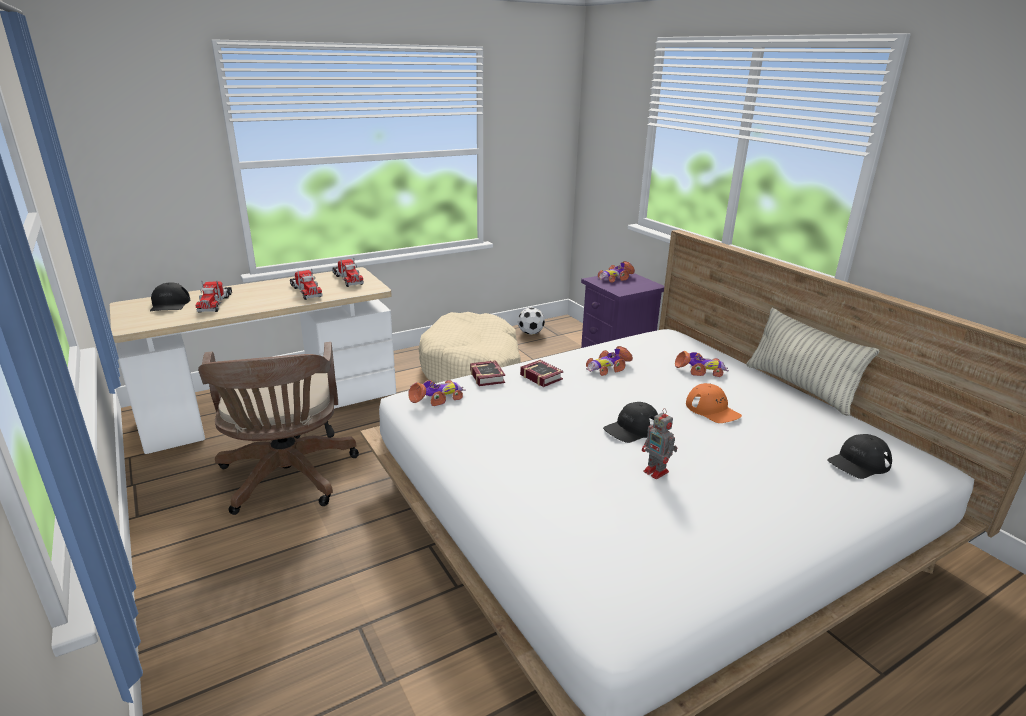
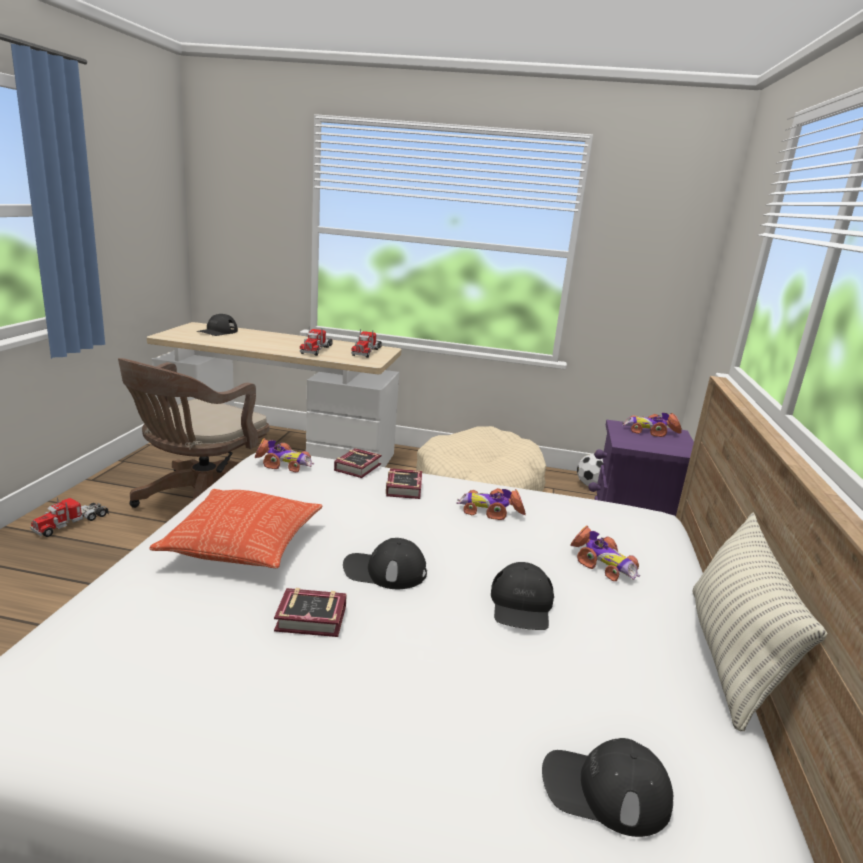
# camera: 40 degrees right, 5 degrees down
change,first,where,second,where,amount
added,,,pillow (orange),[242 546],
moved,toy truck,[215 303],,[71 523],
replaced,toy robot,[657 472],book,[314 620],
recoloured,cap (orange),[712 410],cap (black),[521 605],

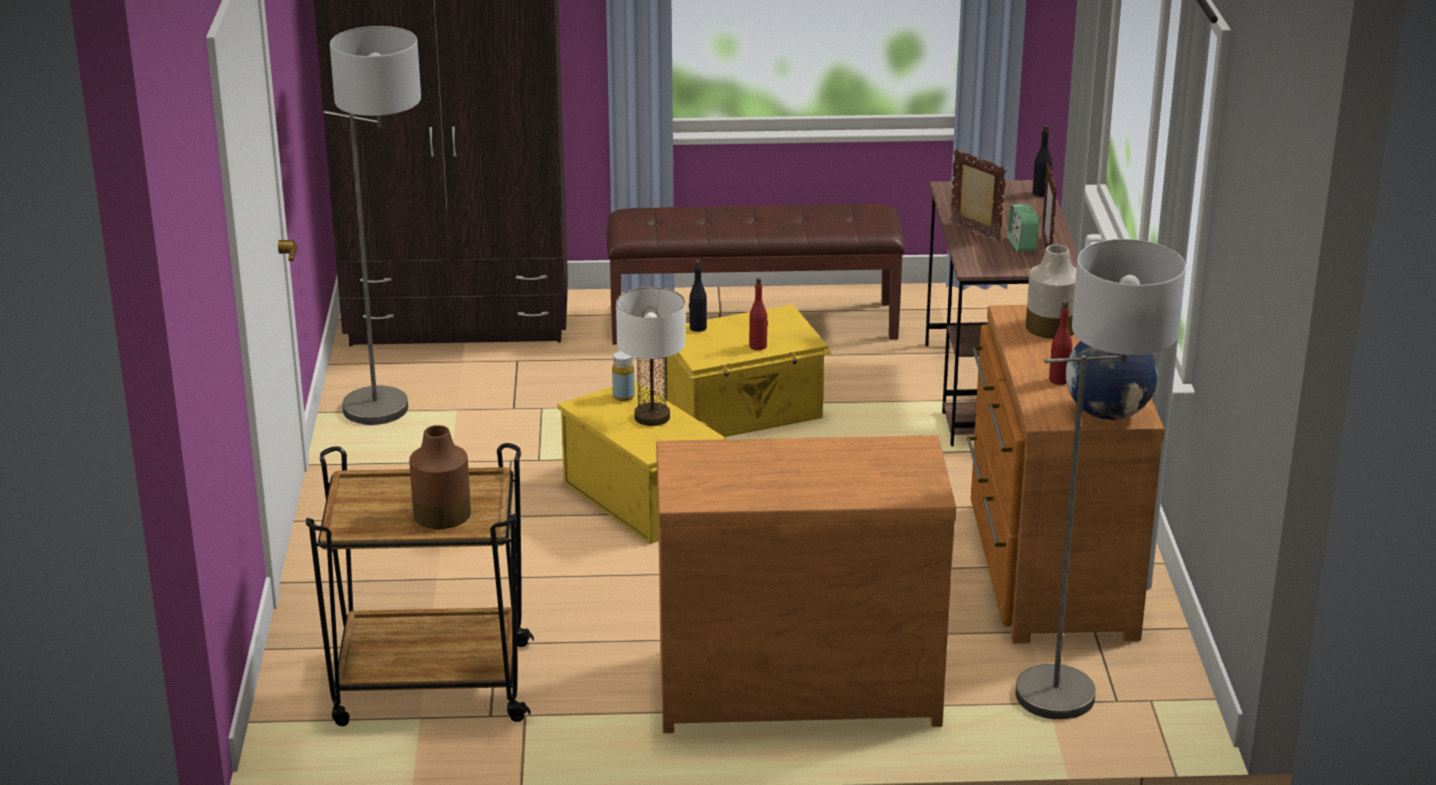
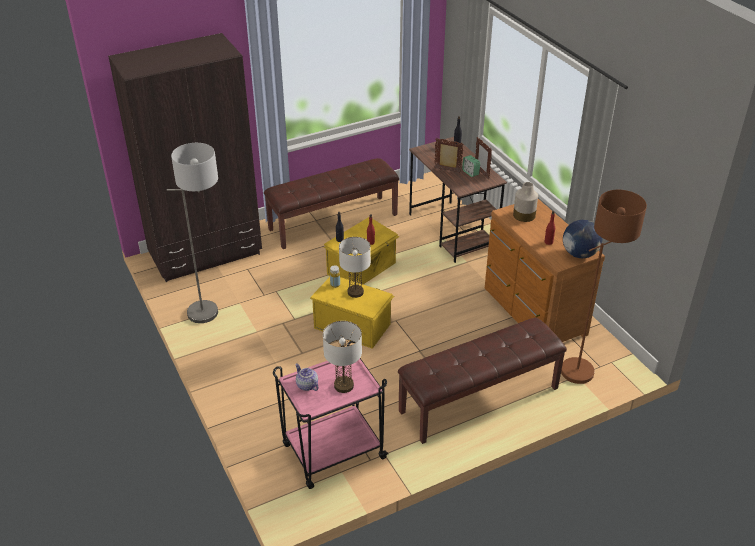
# camera: 25 degrees left, 10 degrees up
change,first,where,second,where,amount
added,,,teapot,[306 385],
replaced,vase (brown),[441 513],table lamp,[343 385],
replaced,dresser (brown),[795 684],bench (brown),[479 400],
recoloured,cart (brown),[429 683],cart (pink),[332 452],
recoloured,floor lamp (grey),[1078 694],floor lamp (brown),[584 368],

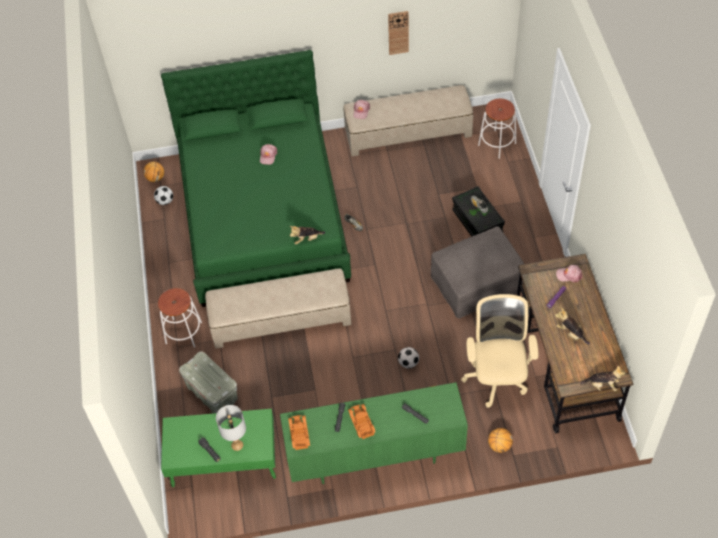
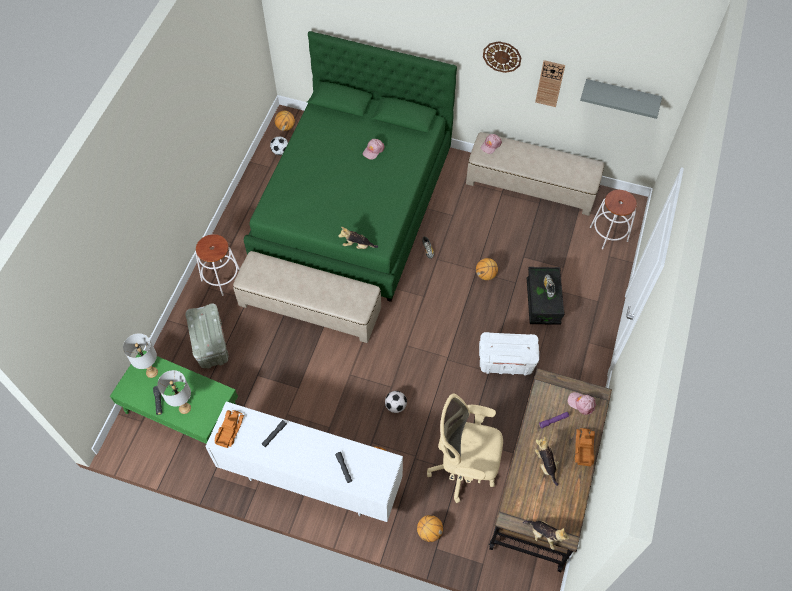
# camera: 25 degrees right, 5 degrees up
change,first,where,second,where,amount
added,,,table lamp (grey),[151 372],
added,,,basketball,[486 275],
added,,,wall clock,[502 56],
added,,,shelf (grey),[621 95],
moved,toy truck,[361 423],,[583 448],
replaced,ottoman (grey),[477 284],storage box (white),[505 362],
recoloured,dresser (green),[375 456],dresser (white),[311 479],
turned,office chair (beige),[497 382],,[465 467],105 degrees counterclockwise

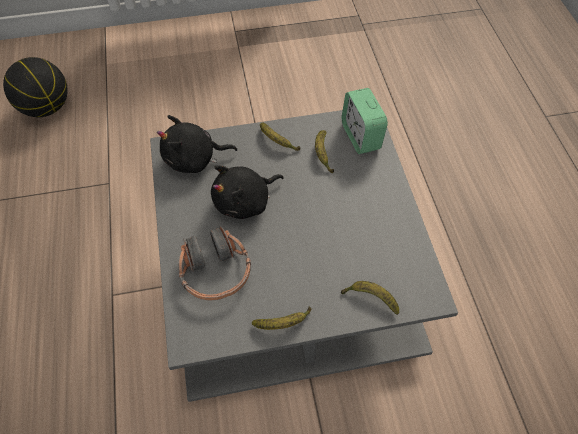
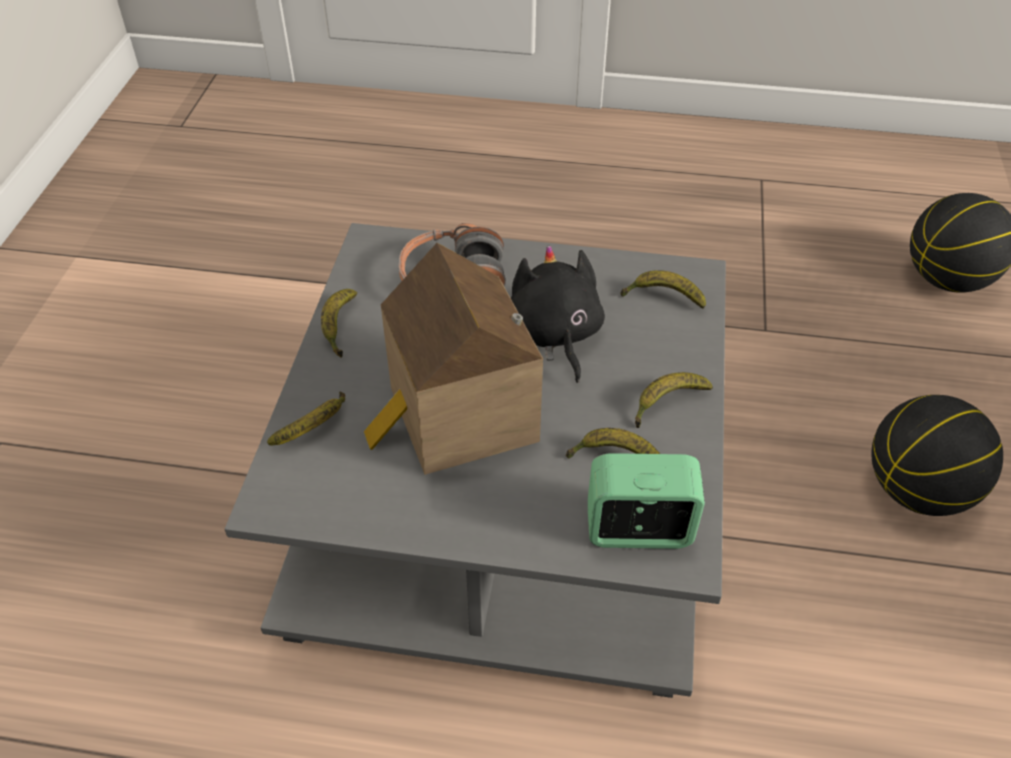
# camera: 110 degrees right, 10 degrees down
change,first,where,second,where,amount
added,,,toy house,[456 418],
added,,,basketball,[918 491],
replaced,plush toy (black),[194 159],banana,[663 297],

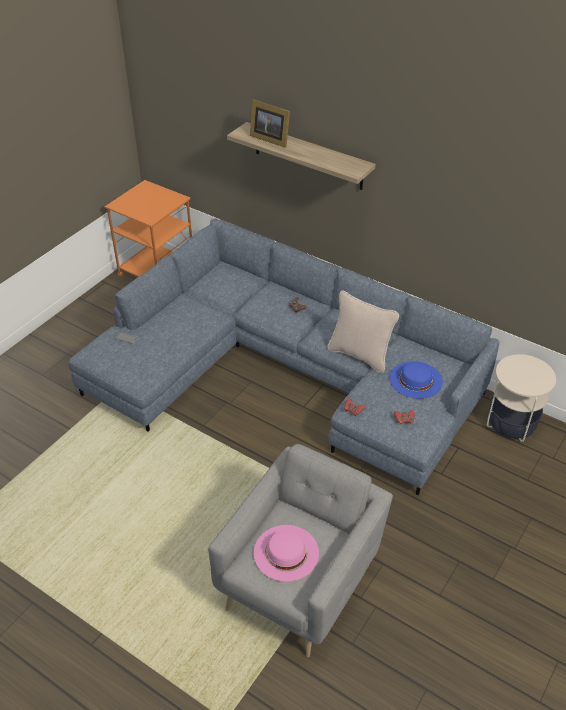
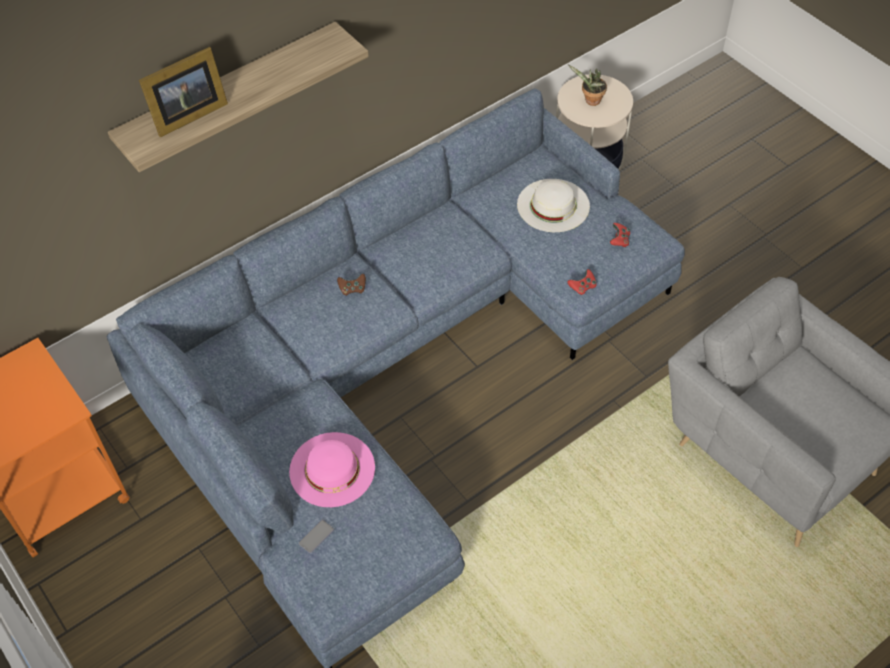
# camera: 70 degrees left, 10 degrees up
change,first,where,second,where,amount
removed,pillow (beige),[359 355],,,
added,,,potted plant,[590 101],
moved,hat (pink),[286 552],,[332 469],
recoloured,hat (blue),[416 379],hat (white),[553 205],

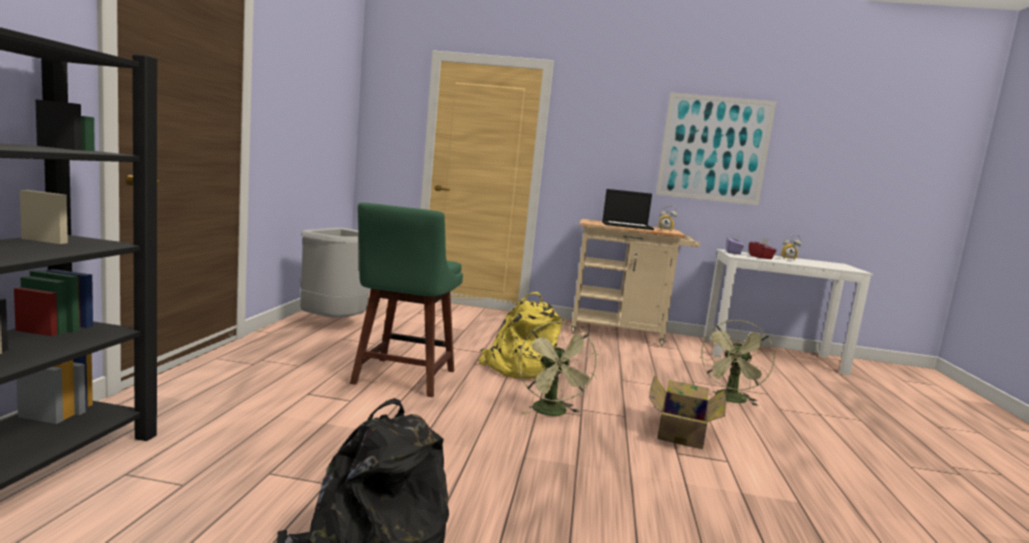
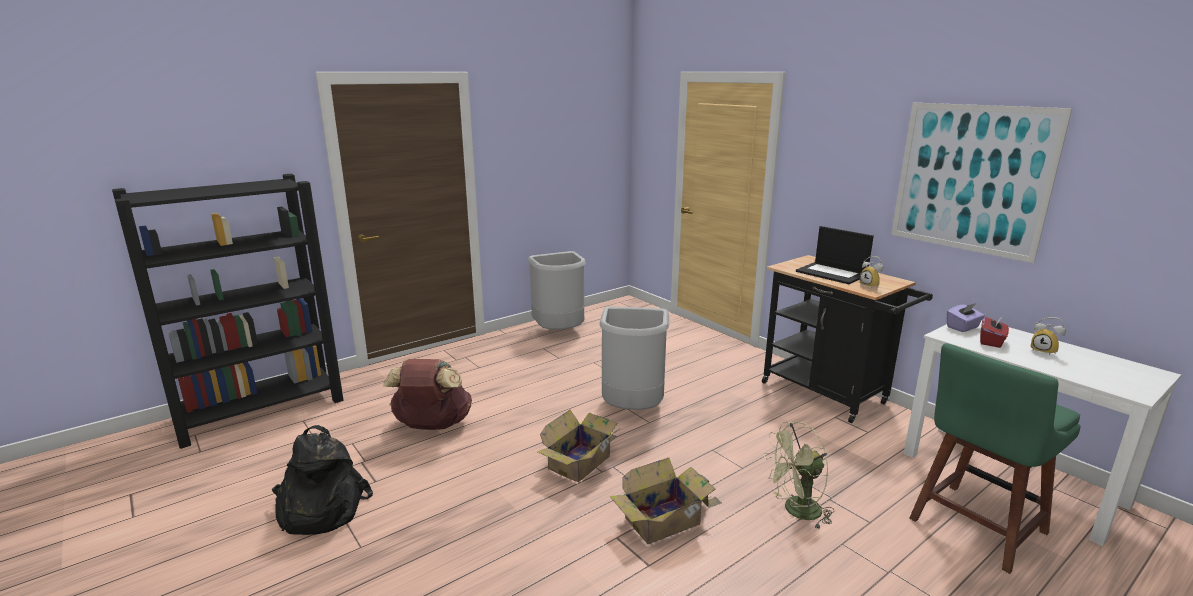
# camera: 45 degrees right, 10 degrees up
change,first,where,second,where,amount
added,,,backpack (brown),[432 426],
moved,stool (green),[402 378],,[974 527],
replaced,backpack (yellow),[518 368],trash can (grey),[632 410],
replaced,fan (green),[552 413],cardboard box,[581 461],
recoloured,cart (beige),[623 334],cart (black),[830 396],

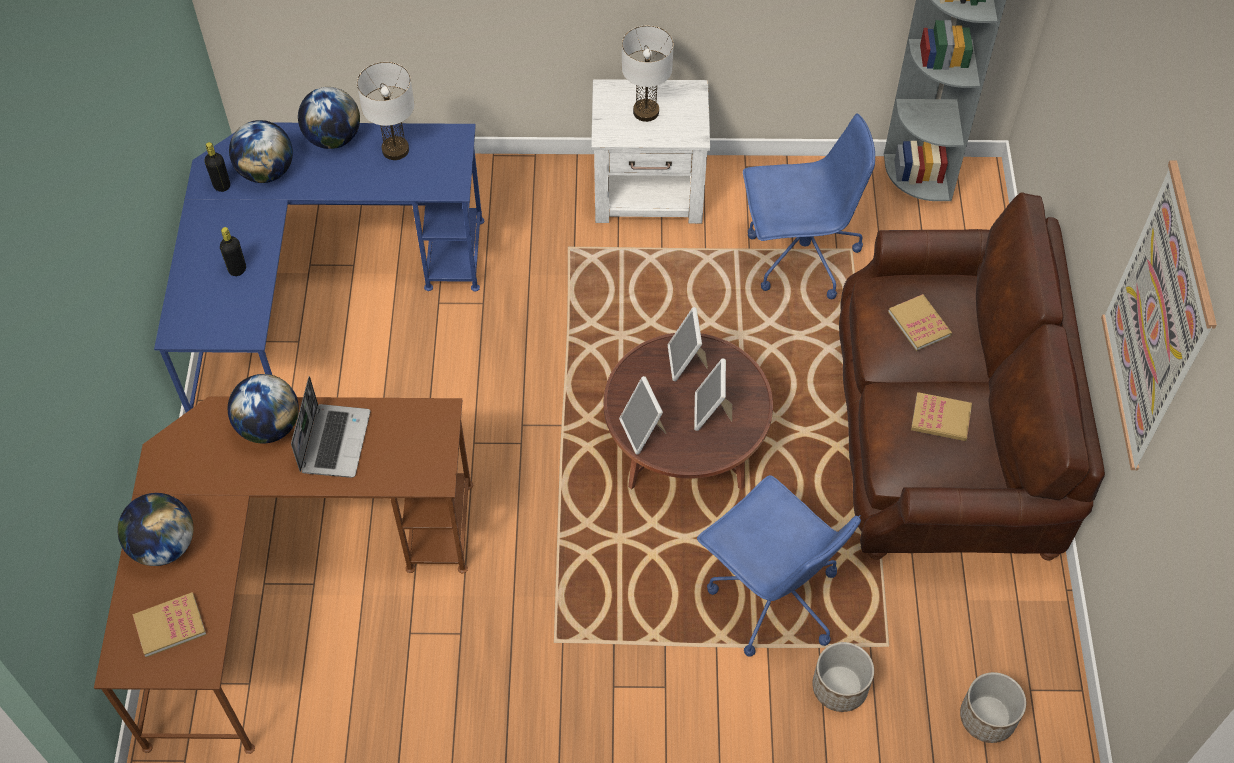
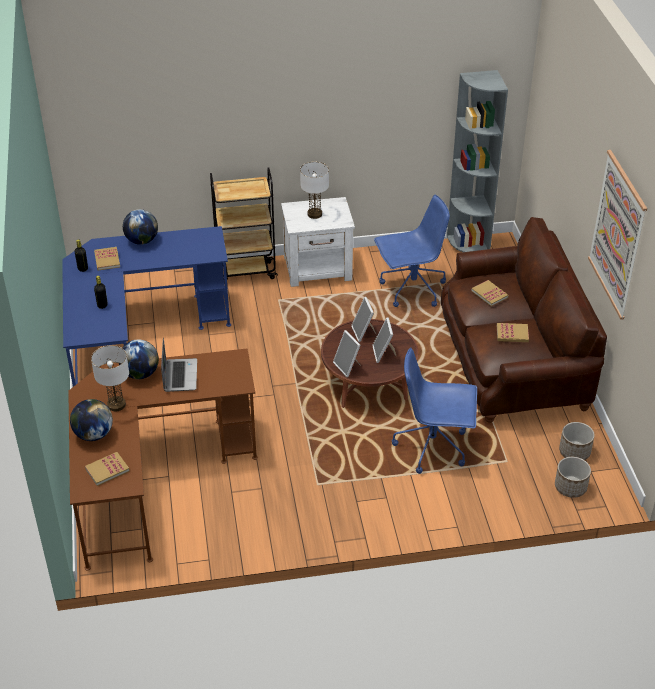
# camera: 10 degrees left, 15 degrees down
change,first,where,second,where,amount
added,,,cart (brown),[247 272],
moved,table lamp,[395 150],,[116 405],
moved,planter,[840 687],,[575 452],
replaced,globe,[266 172],book,[107 260],
turned,office chair (blue),[770 596],,[435 447],150 degrees clockwise

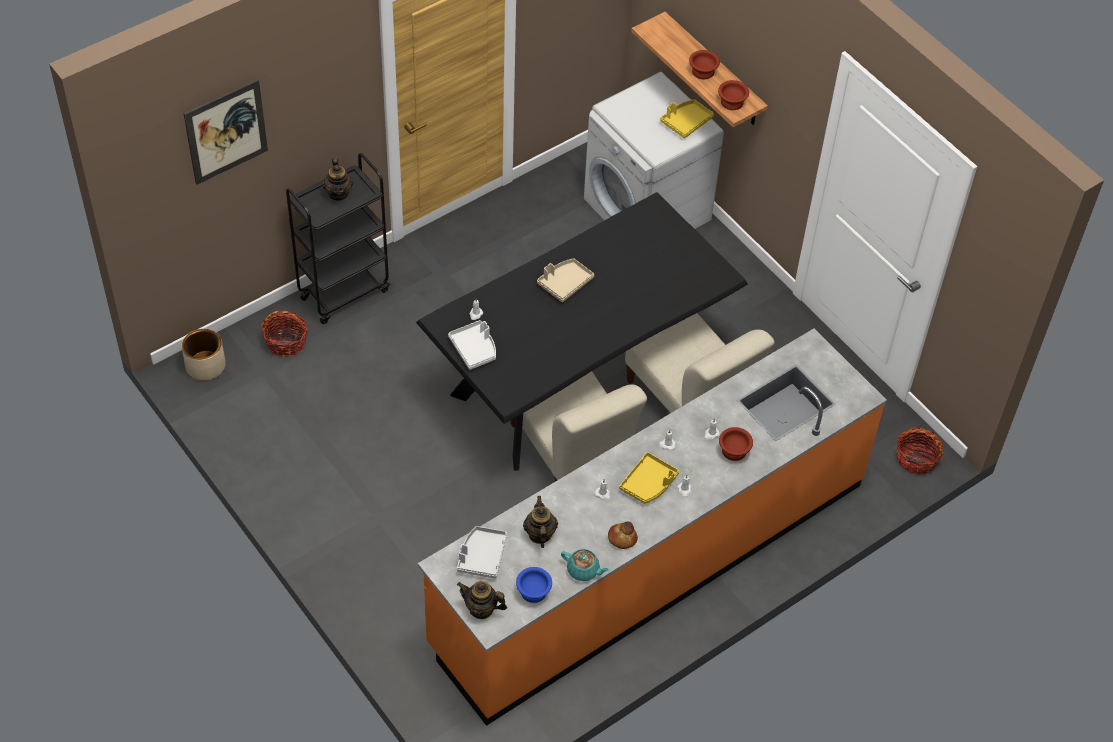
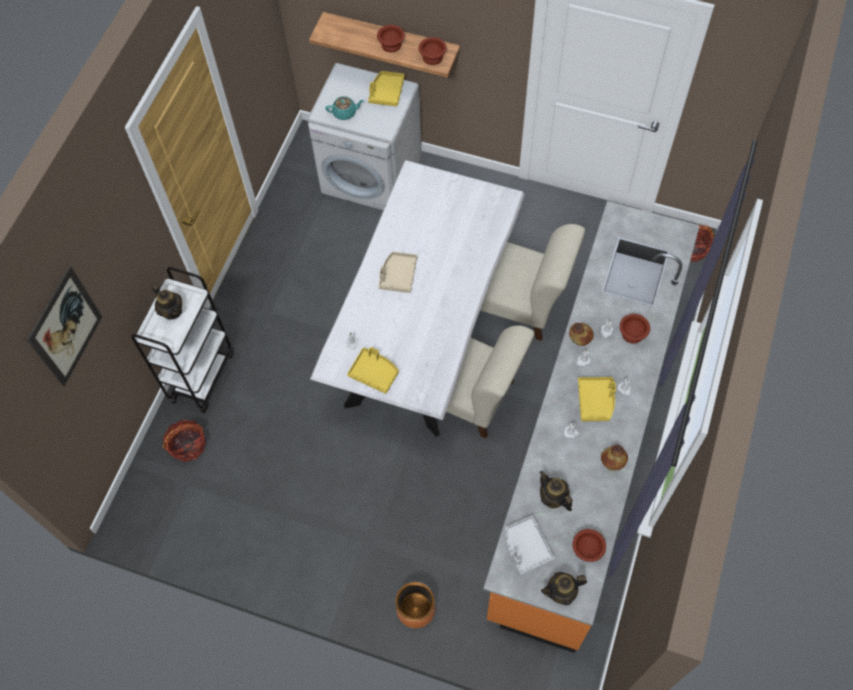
# camera: 30 degrees left, 10 degrees up
change,first,where,second,where,amount
removed,planter (beige),[205 365],,,
added,,,planter (orange),[415 609],
added,,,bread,[580 336],
moved,teapot (turquoise),[583 570],,[345 113],
recoloured,cart (black),[344 293],cart (white),[202 377],
recoloured,dining table (black),[578 376],dining table (white),[424 333],
recoloured,tray (white),[474 349],tray (yellow),[374 373],
recoloured,bowl (blue),[533 592],bowl (brown),[587 550],

